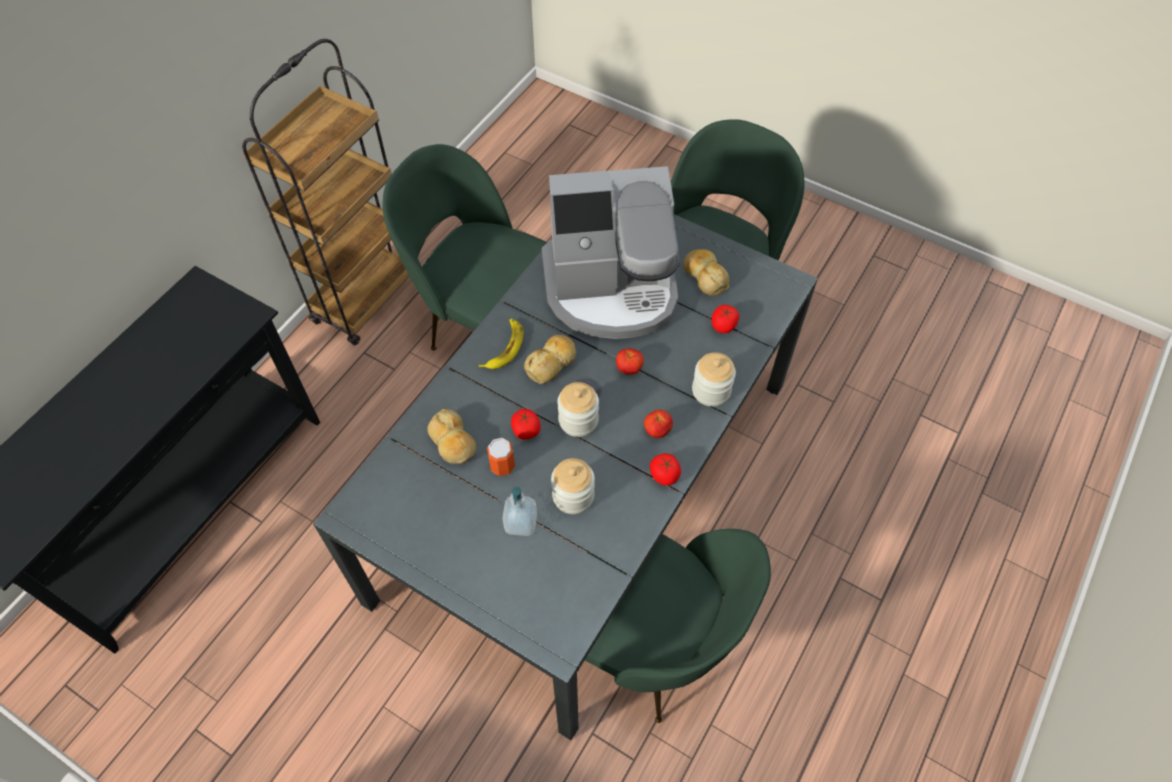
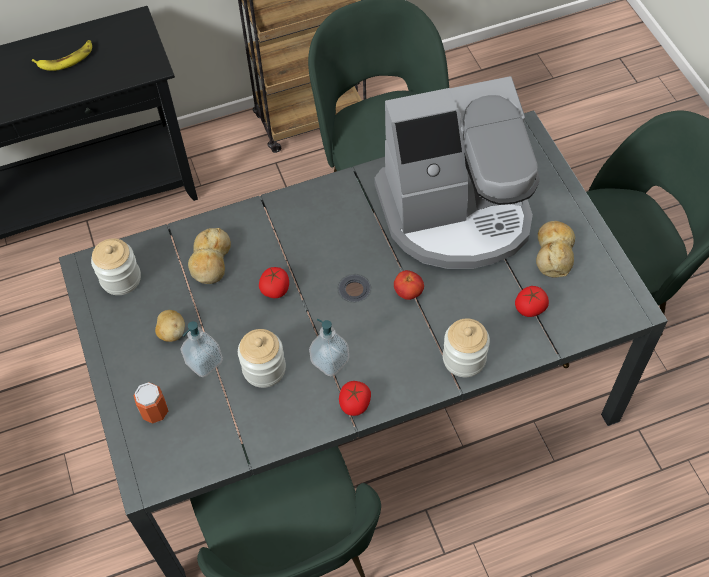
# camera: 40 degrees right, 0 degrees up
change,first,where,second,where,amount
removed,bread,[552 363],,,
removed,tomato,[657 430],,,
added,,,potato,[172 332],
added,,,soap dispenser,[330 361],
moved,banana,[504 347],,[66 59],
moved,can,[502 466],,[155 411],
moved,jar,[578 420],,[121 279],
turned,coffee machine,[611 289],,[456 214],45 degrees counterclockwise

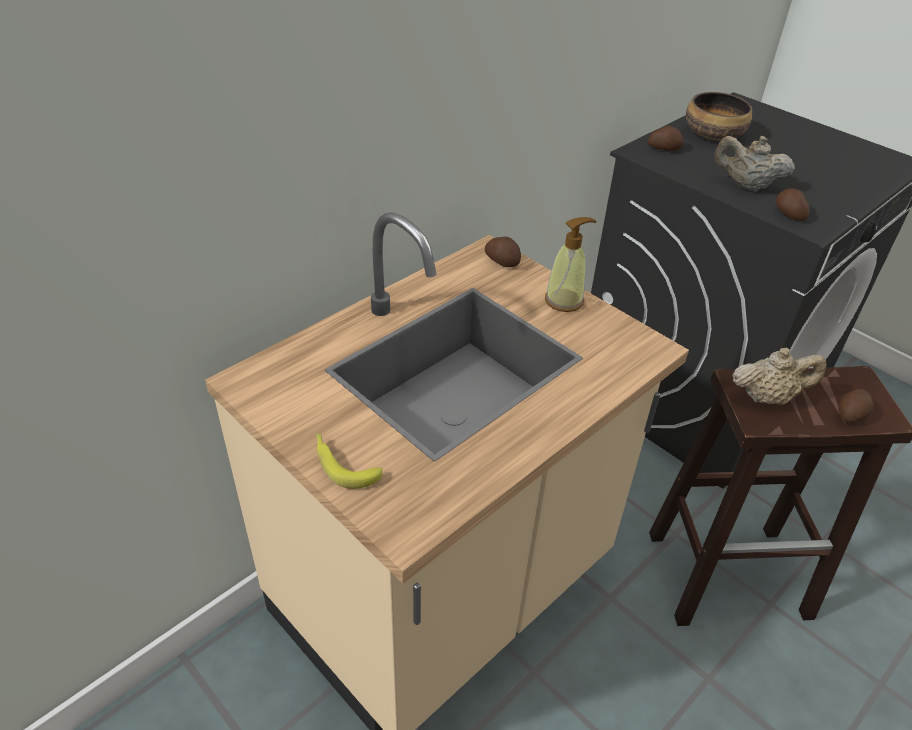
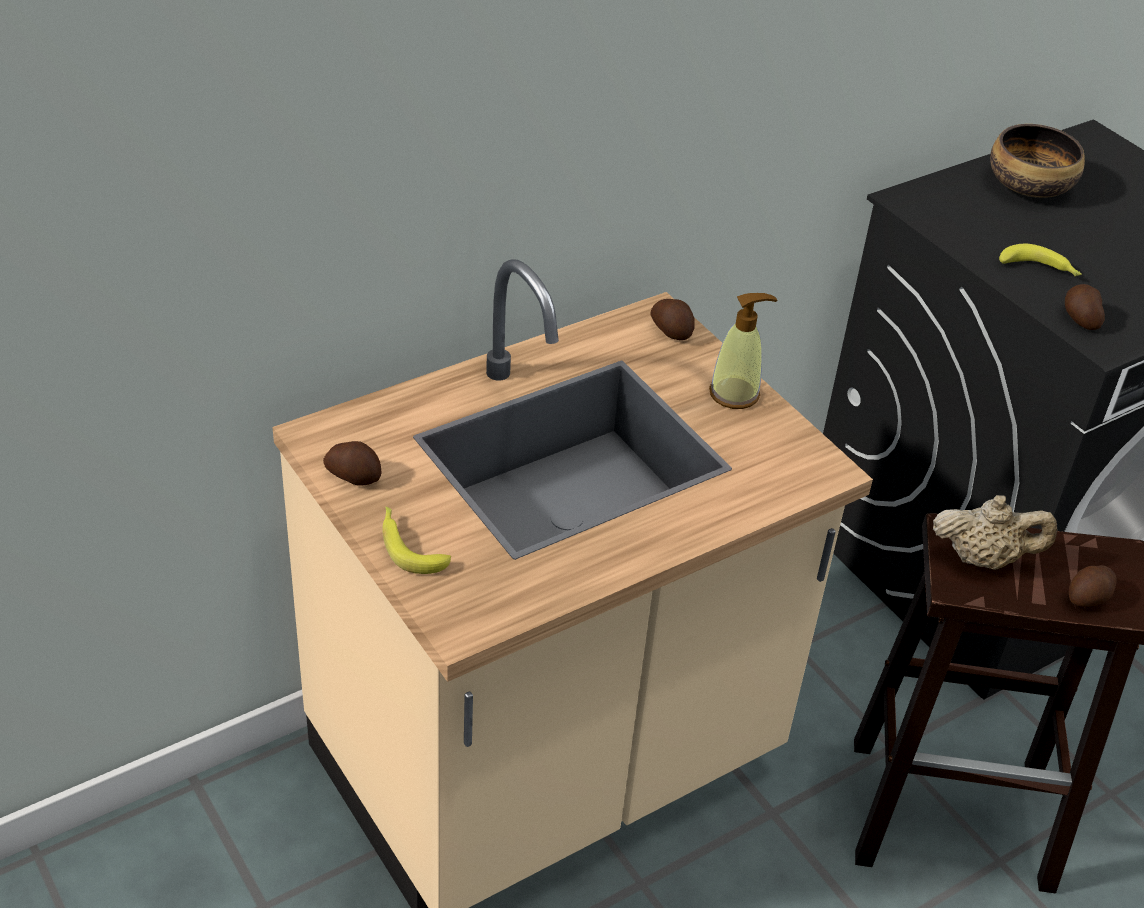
# camera: 10 degrees right, 0 degrees up
change,first,where,second,where,amount
moved,potato,[664 148],,[354 475],
replaced,teapot (beige),[746 186],banana,[1039 270],

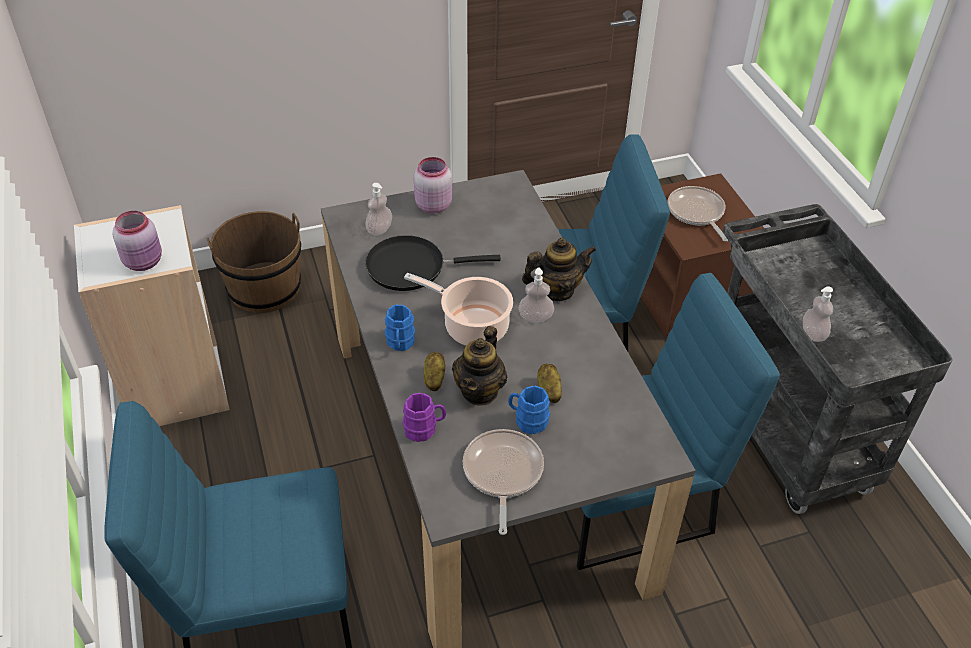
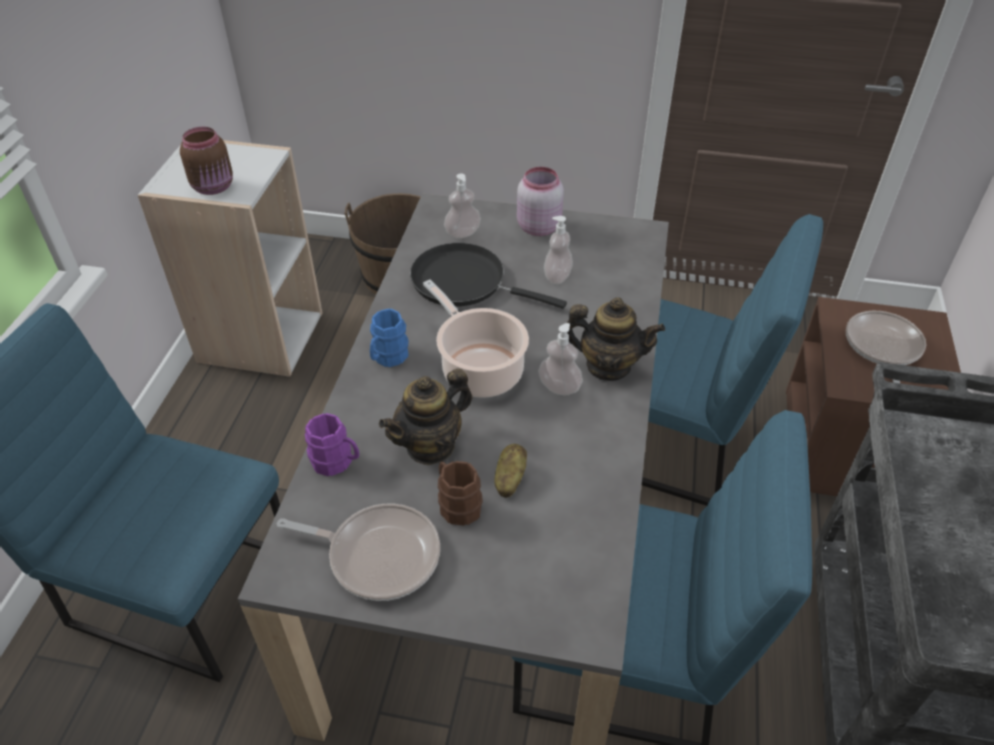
# camera: 30 degrees right, 0 degrees up
change,first,where,second,where,amount
removed,potato,[434 378],,,
moved,soap dispenser,[813 334],,[557 276],
recoloured,jar (pink),[144 261],jar (brown),[214 187],
recoloured,mug (blue),[527 420],mug (brown),[457 504],
turned,frying pan,[502 473],,[378 555],75 degrees clockwise

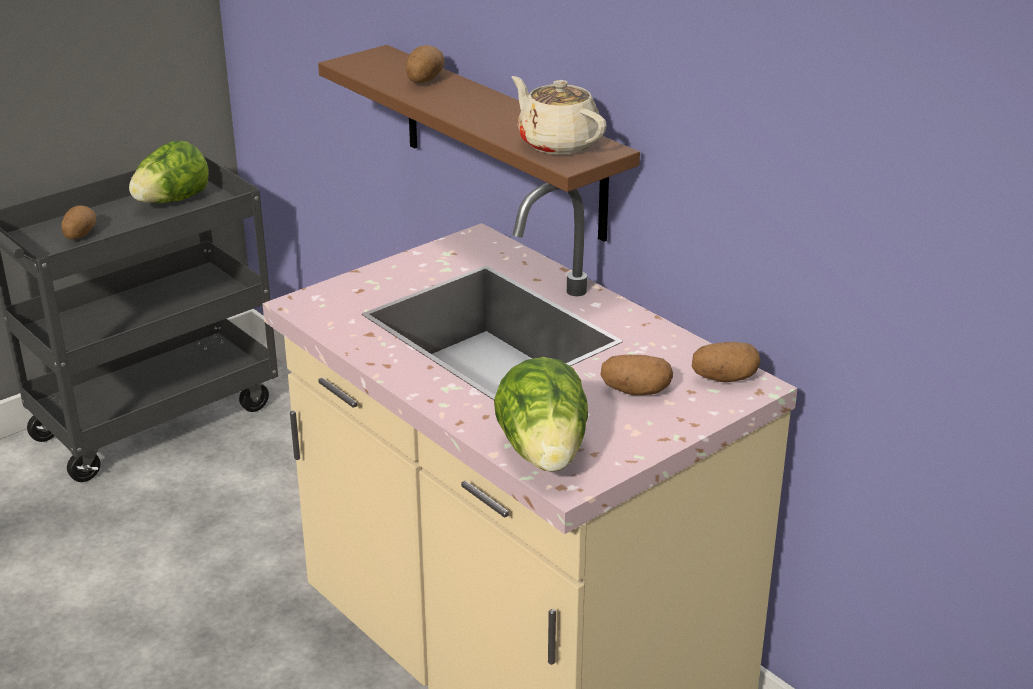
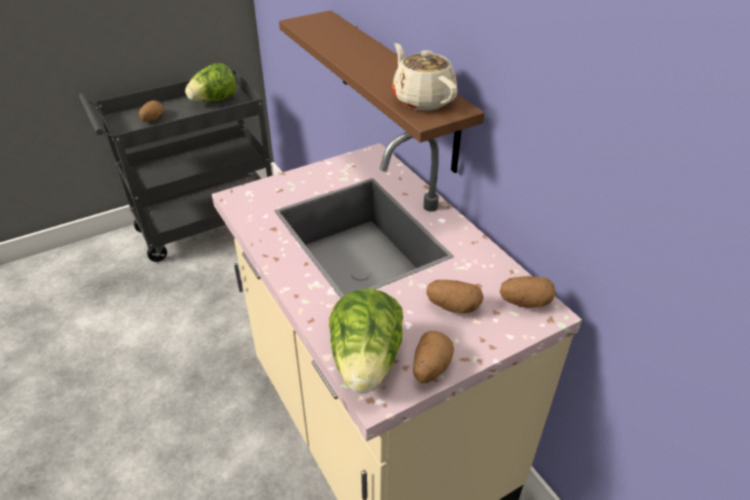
# camera: 10 degrees right, 10 degrees up
change,first,where,second,where,amount
moved,potato,[423 80],,[430 368],

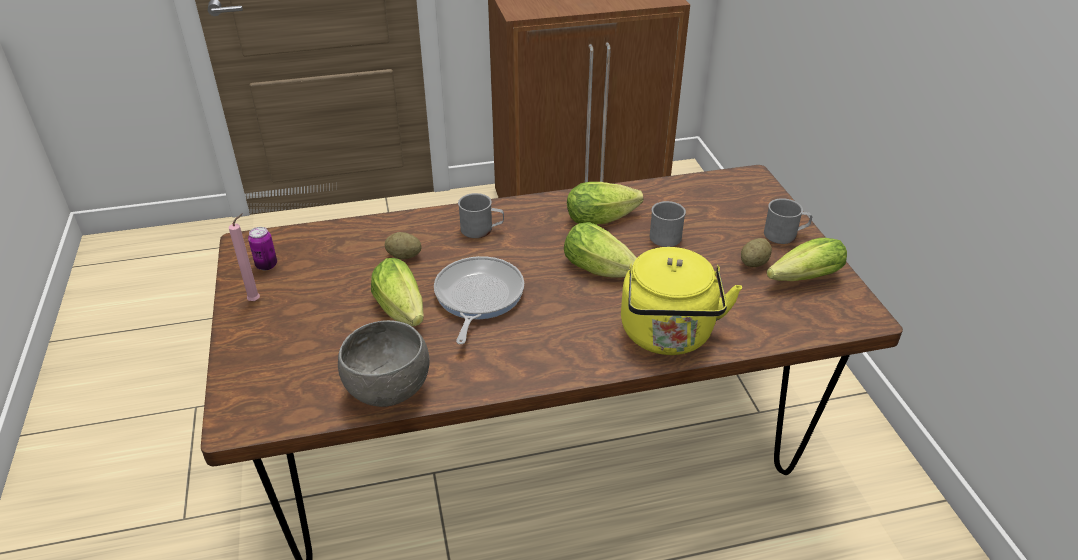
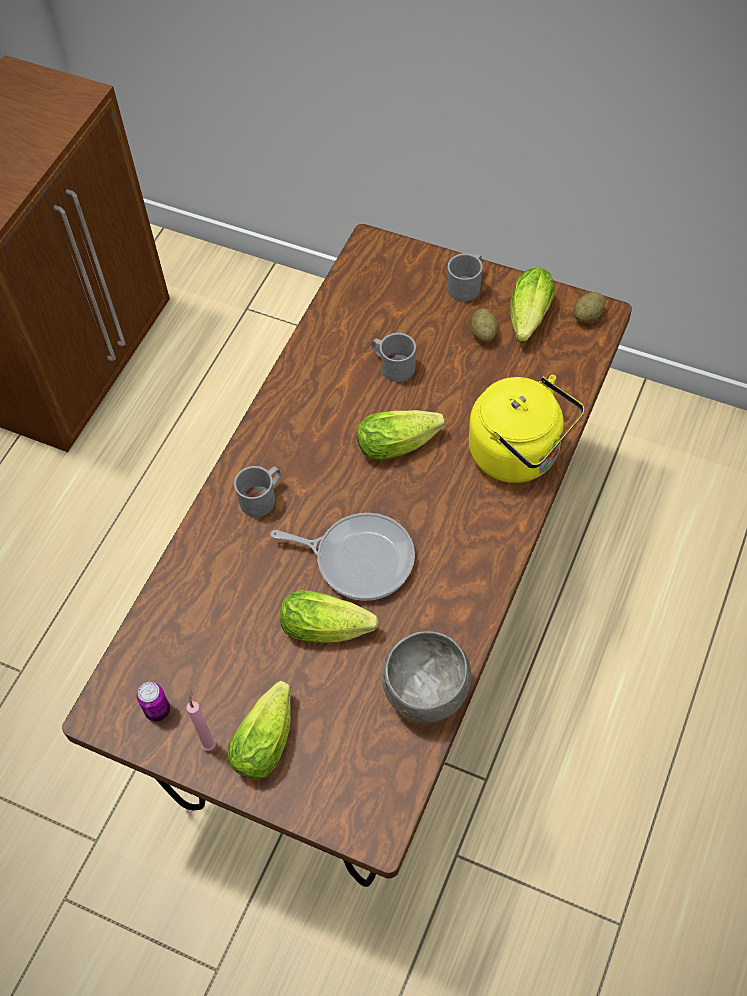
# camera: 50 degrees left, 20 degrees up
change,first,where,second,where,amount
moved,potato,[404 256],,[587 315],
moved,lettuce,[605 217],,[267 736],
turned,frying pan,[477 297],,[359 559],150 degrees clockwise

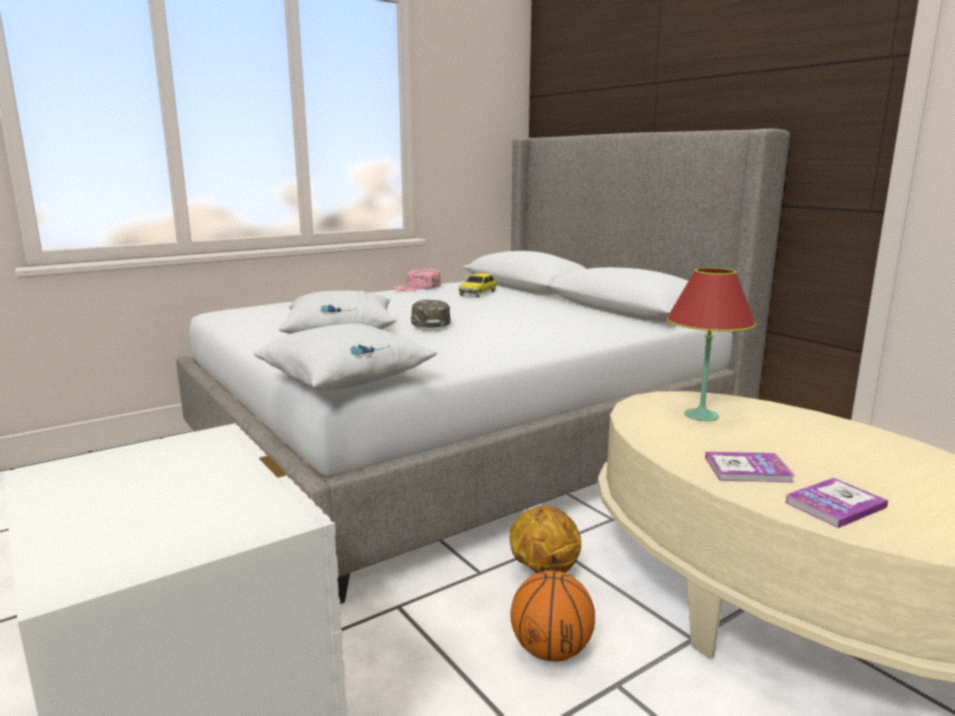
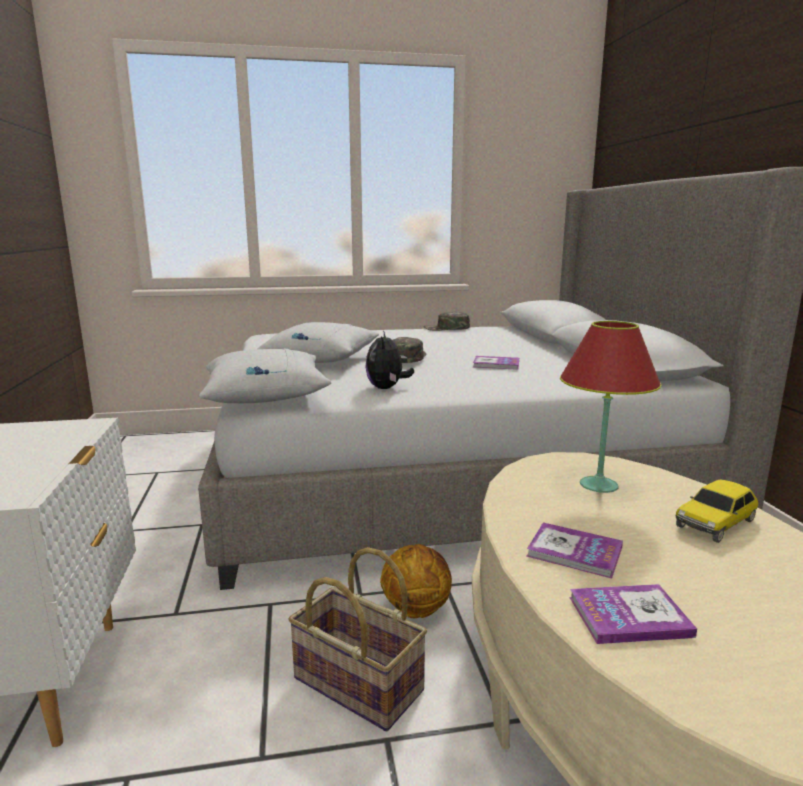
# camera: 25 degrees right, 0 degrees up
change,first,where,second,where,amount
added,,,plush toy,[387 388],
added,,,book,[496 364],
moved,toy car,[478 293],,[715 523],
replaced,basketball,[551 651],basket,[356 685],
recoloured,cap (pink),[417 288],cap (green),[446 328],

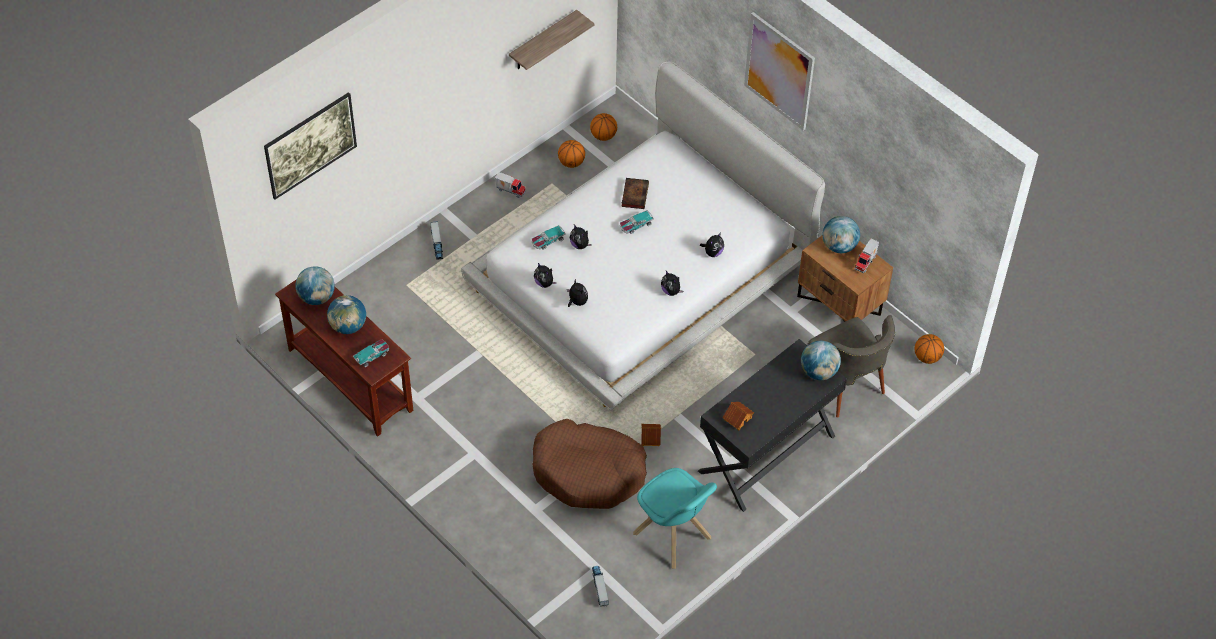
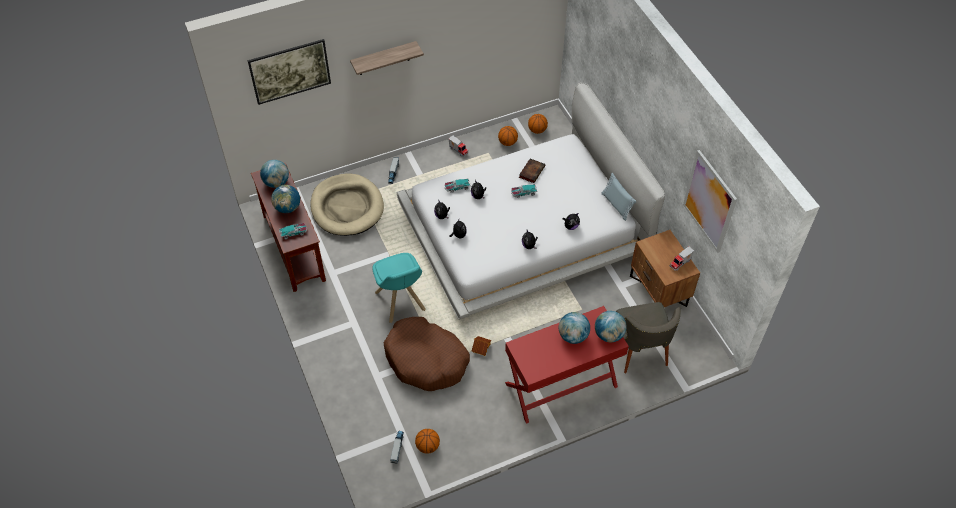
# camera: 20 degrees right, 0 degrees up
change,first,where,second,where,amount
removed,toy house,[737 418],,,
added,,,dog bed (beige),[347 207],
added,,,pillow (blue),[617 205],
moved,shelf,[543 41],,[384 58],
moved,chair (turquoise),[673 536],,[400 301],
moved,picture,[779 71],,[709 201],
moved,globe,[839 246],,[573 336],
moved,basketball,[927 357],,[427 446],
recoloured,desk (black),[767 454],desk (red),[561 385],

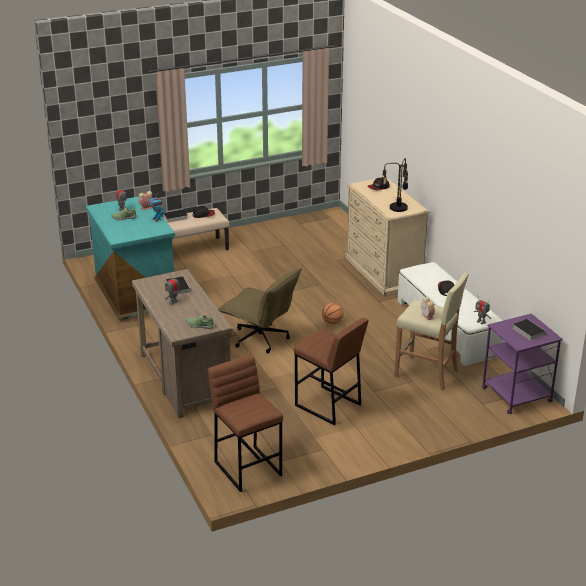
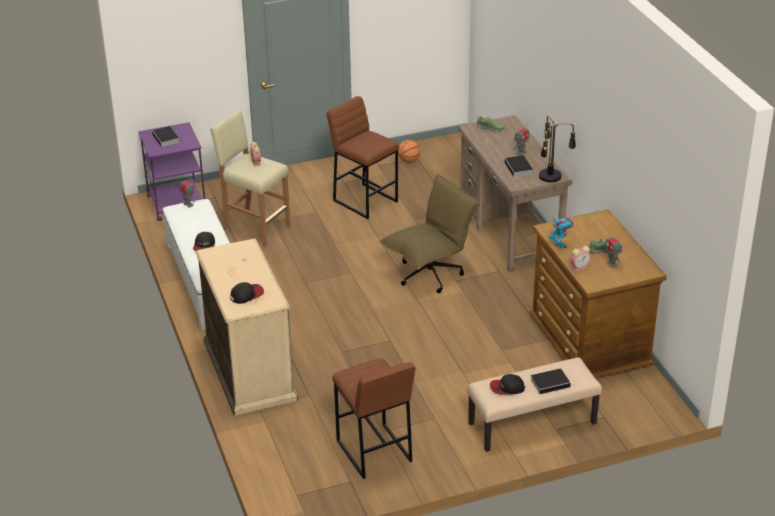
# camera: 175 degrees left, 5 degrees up
change,first,where,second,where,amount
moved,stool (brown),[247 467],,[375 452],
moved,basketball,[332 322],,[409 160],
moved,table lamp,[398 208],,[550 176],
recoloured,dresser (turquoise),[135 295],dresser (brown),[590 343],
turned,office chair (beige),[259 338],,[428 275],105 degrees clockwise

